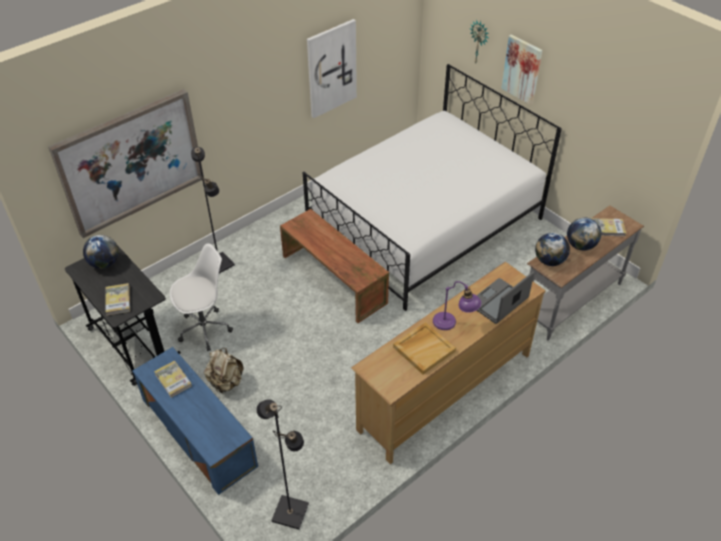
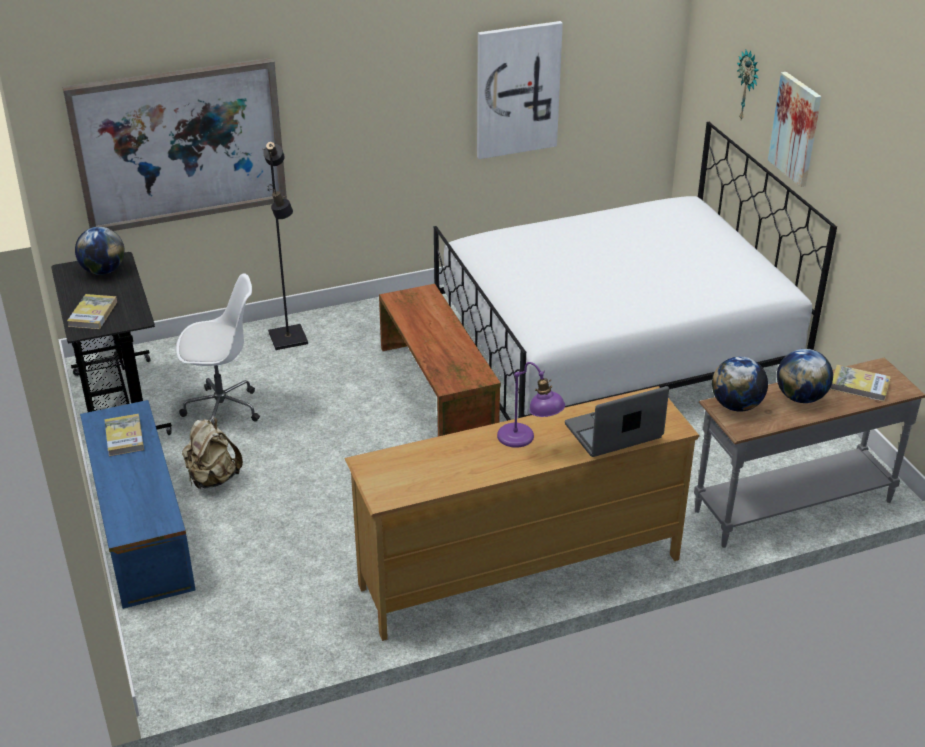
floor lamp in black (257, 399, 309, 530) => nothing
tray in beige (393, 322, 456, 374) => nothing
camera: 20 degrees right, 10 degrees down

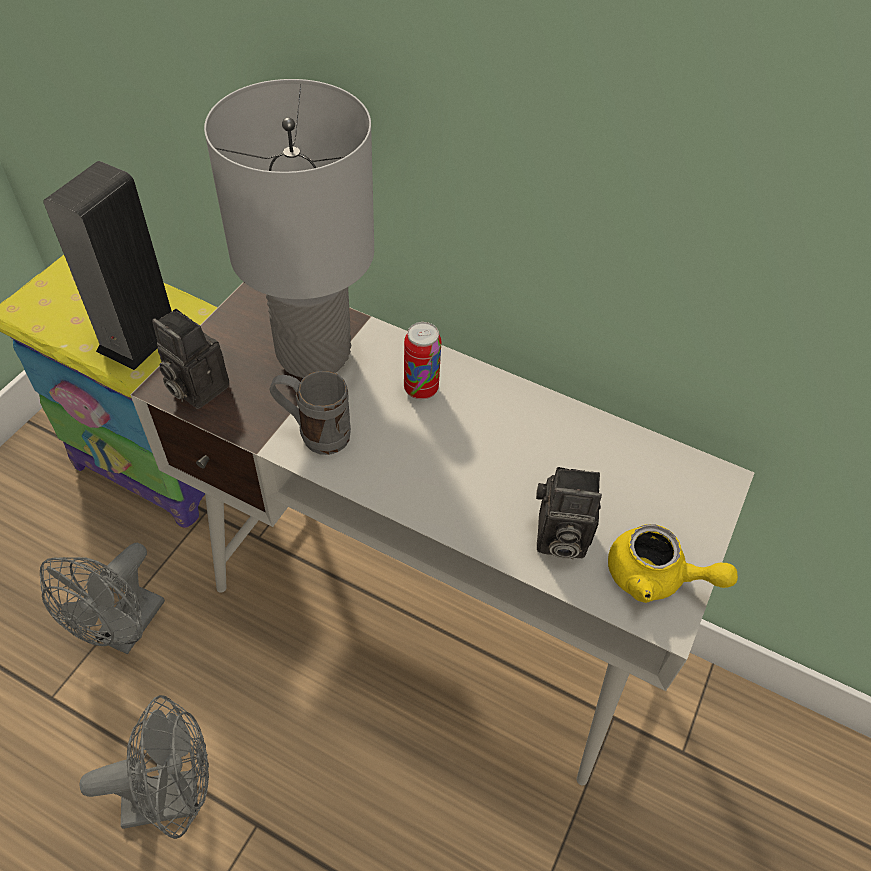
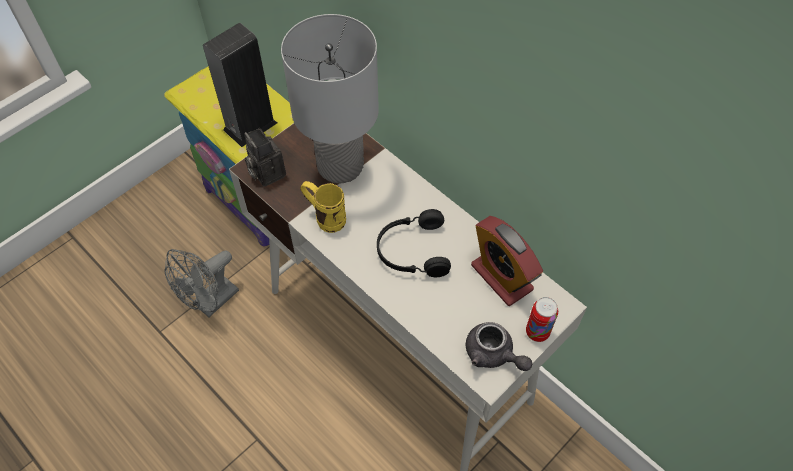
mug in grey (269, 371, 351, 455) => mug in yellow (300, 181, 346, 233)
nothing => headphones in black (377, 209, 451, 277)
teapot in yellow (608, 524, 738, 603) => teapot in grey (466, 322, 532, 371)
nothing => alarm clock (471, 216, 543, 306)
can (404, 322, 441, 399) => can (526, 297, 558, 342), move
fan in grey (79, 695, 209, 839) => nothing
photo camera (536, 467, 602, 560) => nothing
camera: 20 degrees right, 5 degrees up

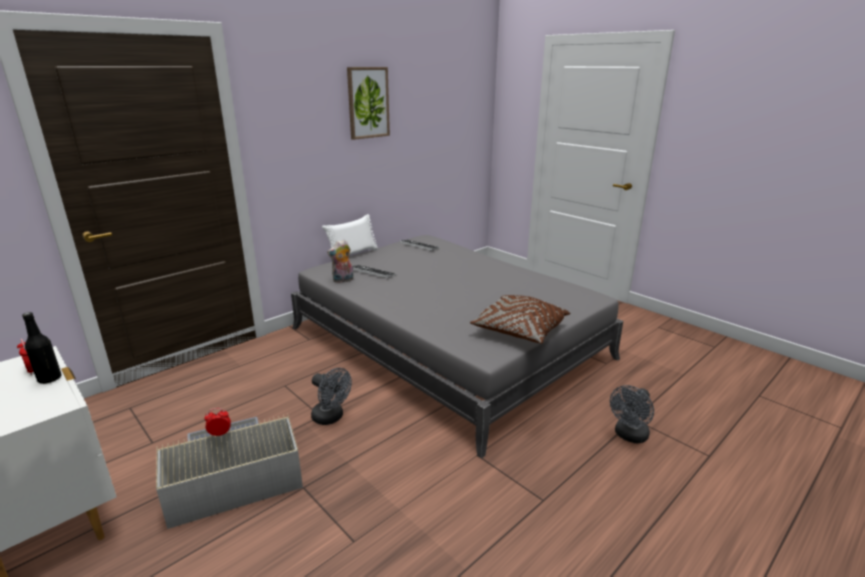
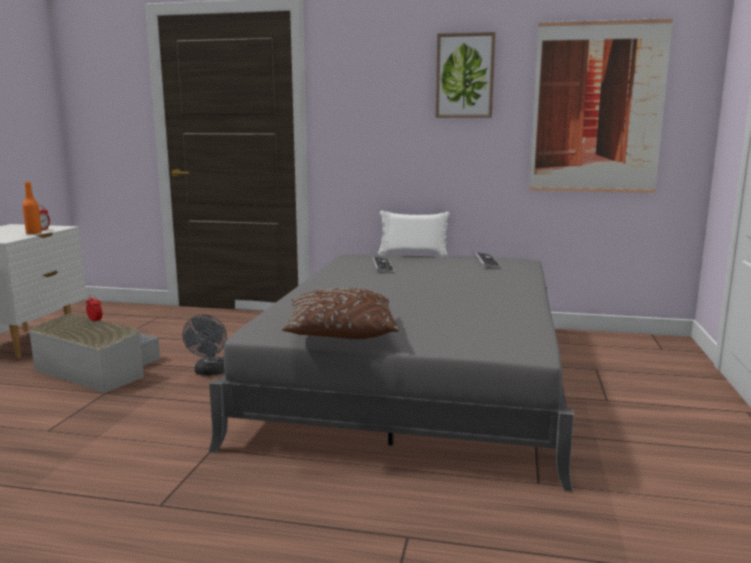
bottle in black (22, 312, 62, 384) => bottle in orange (22, 182, 42, 234)
nothing => picture (529, 18, 673, 193)
plush toy (327, 240, 354, 283) => nothing
fan in grey (610, 385, 654, 443) => nothing
camera: 55 degrees right, 10 degrees down

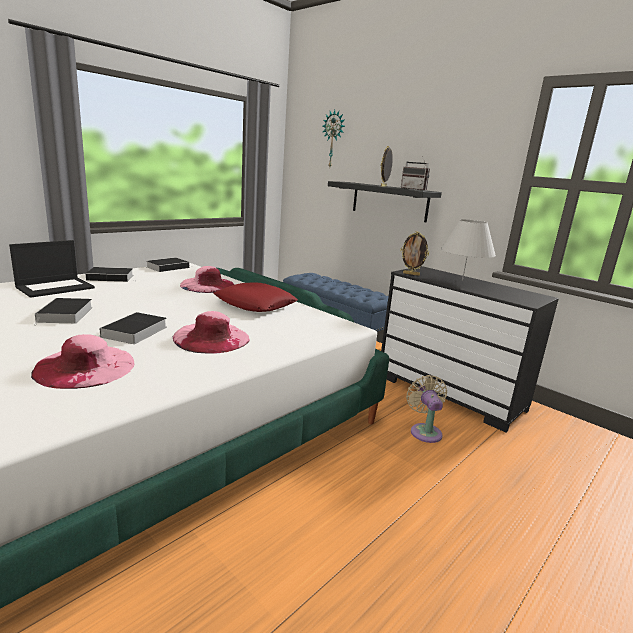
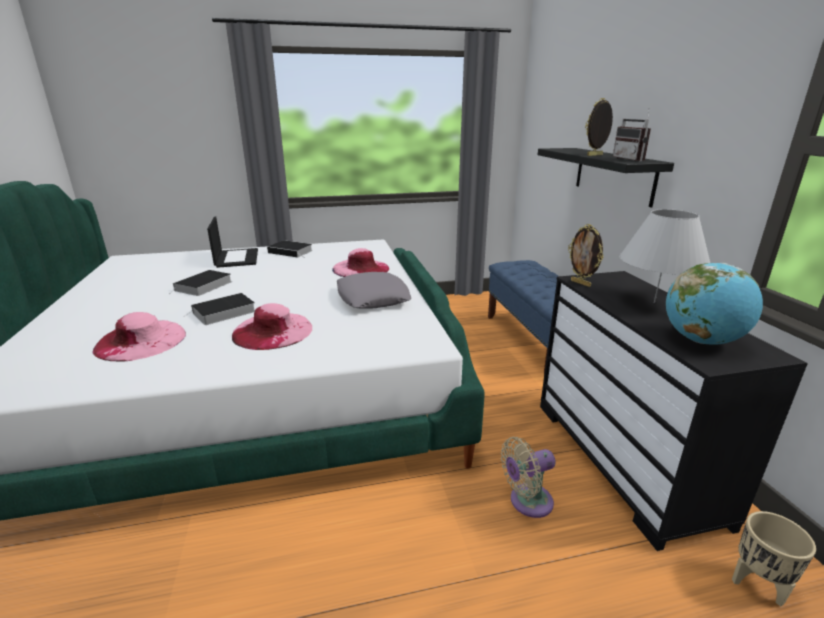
laptop (9, 240, 95, 298) => laptop (207, 217, 258, 268), 90 degrees counterclockwise
pillow in red (214, 282, 298, 312) => pillow in grey (337, 272, 411, 309)
fan in beige (406, 375, 447, 443) => fan in beige (501, 437, 556, 518), 135 degrees counterclockwise
nothing => globe (666, 263, 763, 345)
nothing => planter in beige (732, 511, 816, 607)
book (147, 257, 194, 272) => nothing
wall clock (323, 110, 345, 167) => nothing
camera: 35 degrees right, 5 degrees up

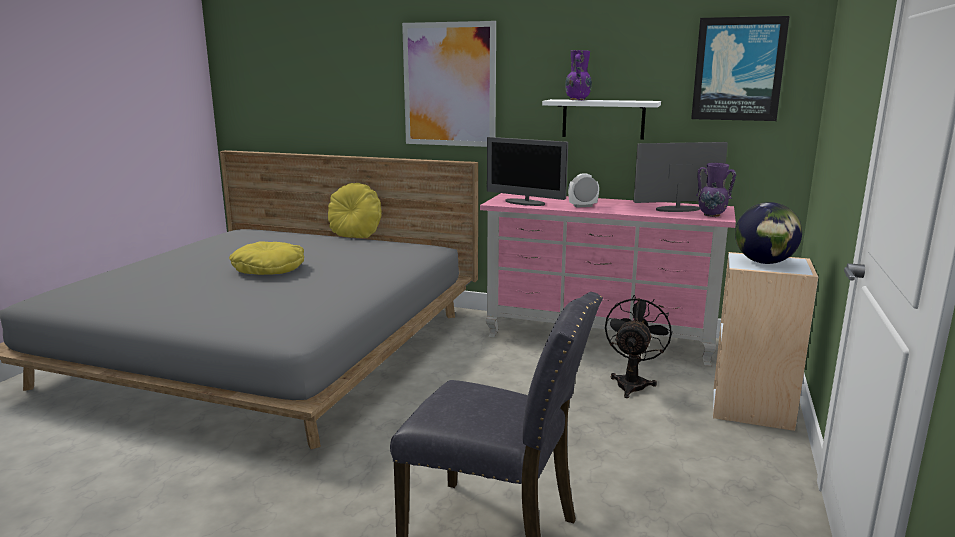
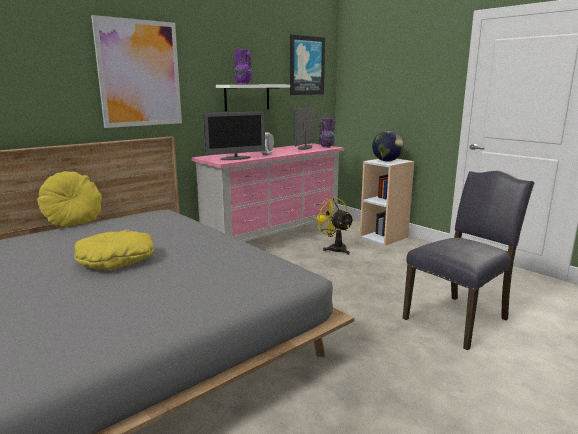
fan in black (605, 295, 673, 398) => fan in yellow (313, 197, 354, 255)
camera: 60 degrees left, 0 degrees up

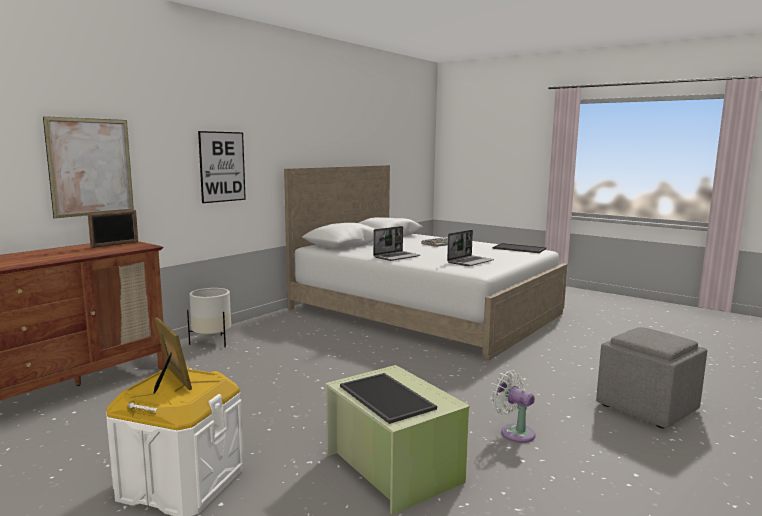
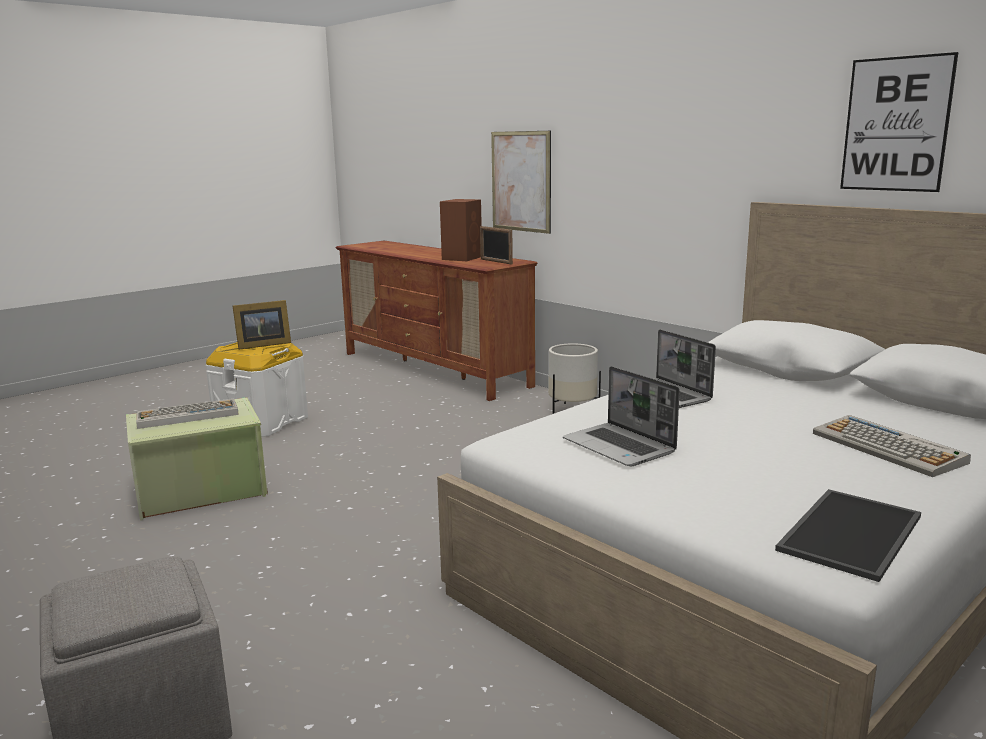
tray (340, 373, 437, 424) => keyboard (136, 399, 239, 429)
nothing => speaker in brown (440, 199, 482, 261)
picture (198, 131, 246, 203) => picture (840, 52, 958, 192), move
fan in white (492, 371, 536, 443) => nothing
camera: 100 degrees right, 5 degrees up

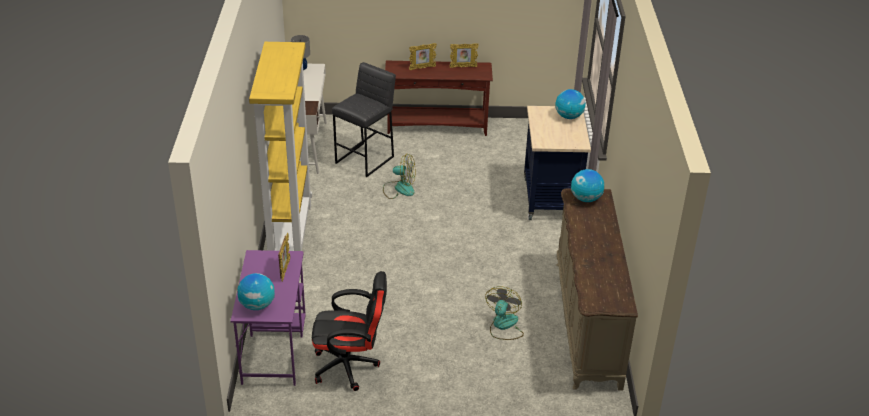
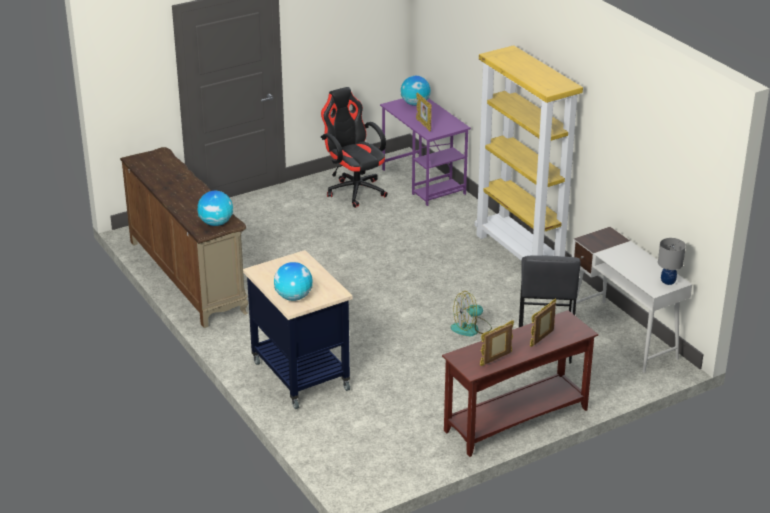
office chair in black (312, 271, 387, 391) => office chair in black (321, 87, 387, 208), 90 degrees clockwise
fan (485, 286, 524, 340) => nothing
camera: 150 degrees right, 5 degrees down

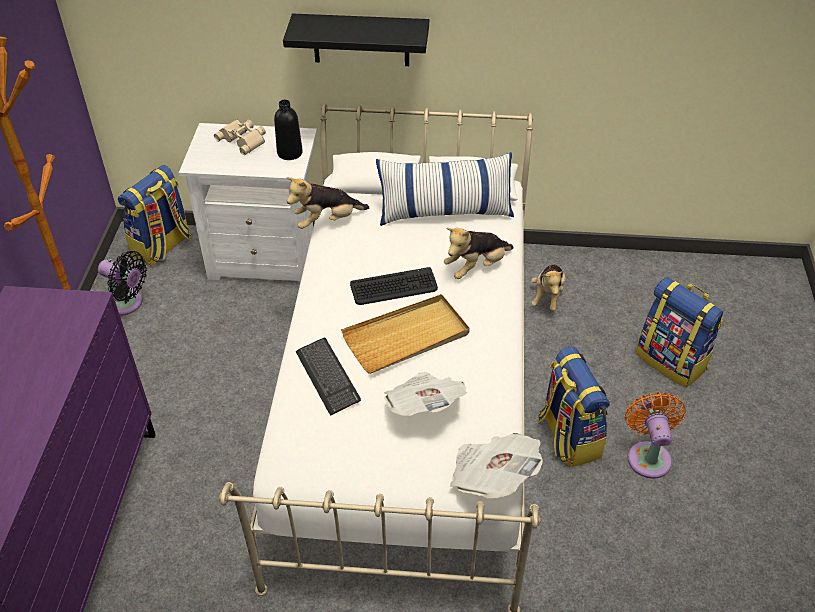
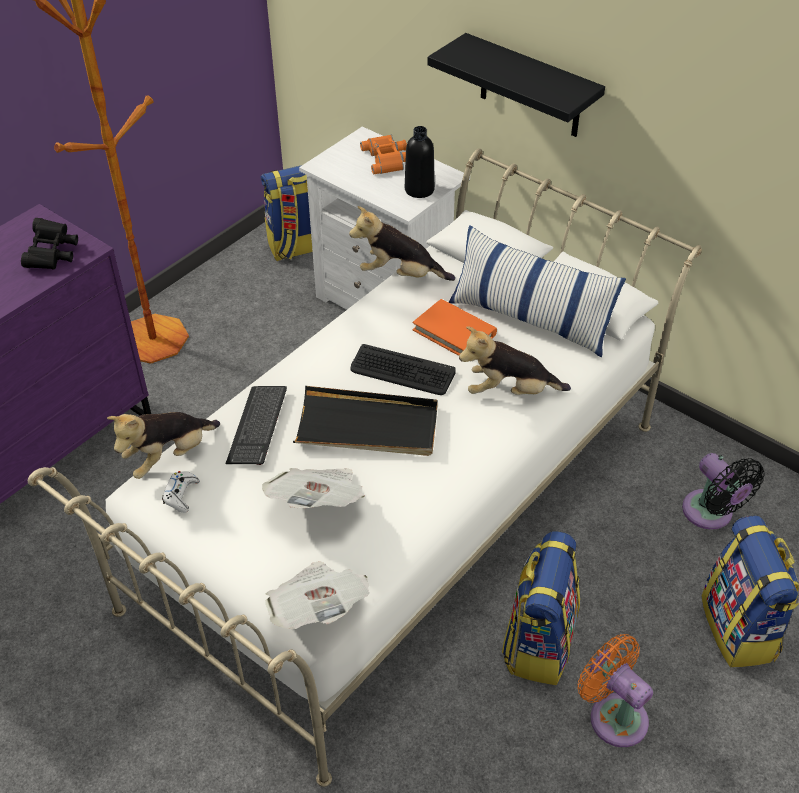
nothing => binoculars in black (21, 218, 78, 270)
plush toy (531, 265, 566, 311) => plush toy (107, 412, 220, 479), move
nothing => game controller in white (162, 471, 200, 513)
tray in beige (341, 294, 470, 374) => tray in black (293, 386, 438, 456)
binoculars in beige (214, 119, 266, 155) => binoculars in orange (360, 135, 407, 174)
nothing => book in orange (412, 299, 497, 356)
fan in orange (625, 392, 686, 479) => fan in orange (578, 634, 653, 747), 75 degrees counterclockwise
fan in black (98, 251, 147, 316) => fan in black (682, 453, 765, 530), move
camera: 35 degrees right, 0 degrees up

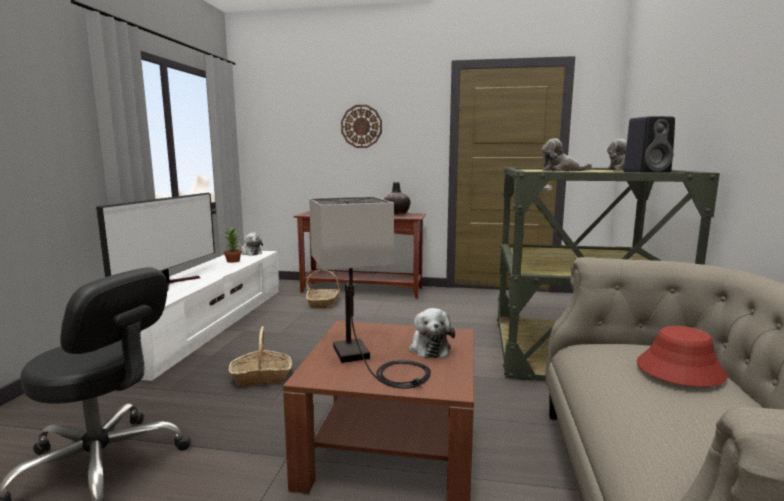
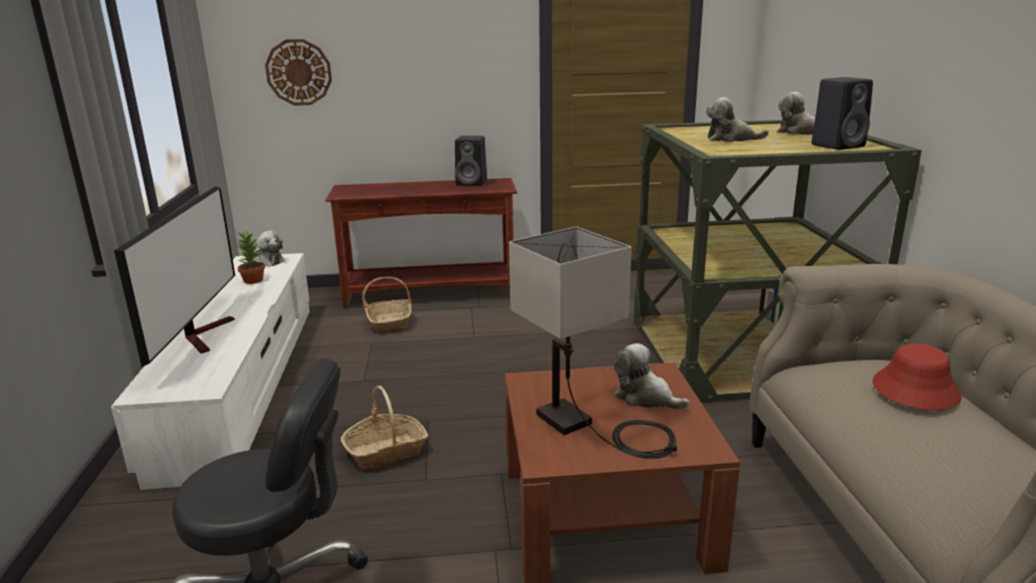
wall clock (341, 105, 382, 148) => wall clock (265, 39, 332, 106), move
vase (384, 182, 410, 215) => speaker in black (455, 136, 487, 186)
plush toy (409, 308, 455, 358) => plush toy (614, 343, 690, 410), 150 degrees clockwise
camera: 15 degrees left, 10 degrees up

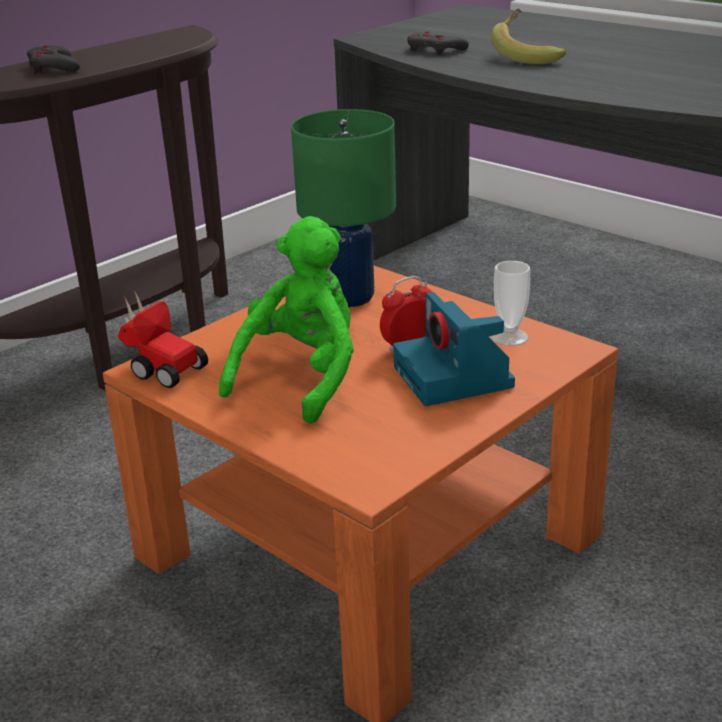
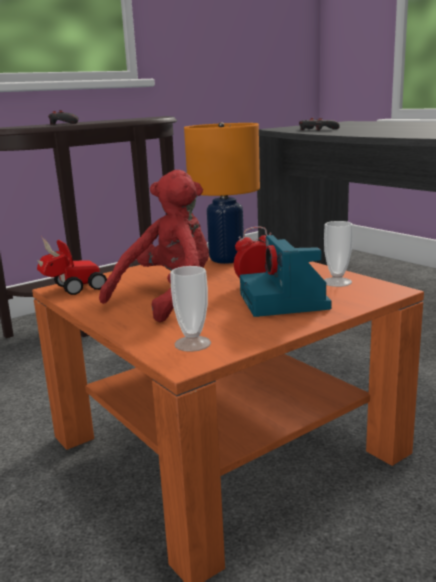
toy car (118, 290, 208, 388) => toy car (37, 236, 107, 295), 75 degrees counterclockwise
plush toy in green (219, 216, 354, 424) => plush toy in red (99, 170, 209, 323)
nothing => cup (170, 266, 211, 352)
table lamp in green (291, 109, 396, 307) => table lamp in orange (184, 122, 260, 264)
banana (491, 9, 566, 64) => nothing
camera: 10 degrees right, 10 degrees down

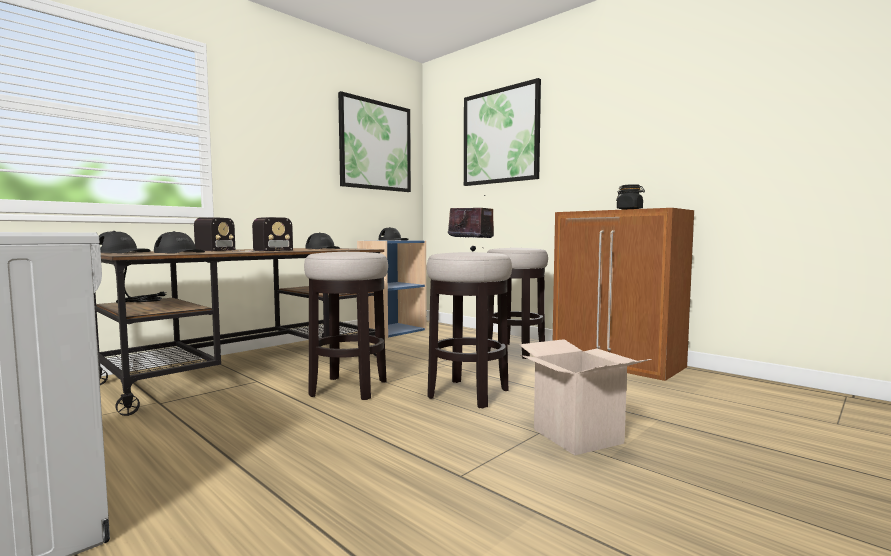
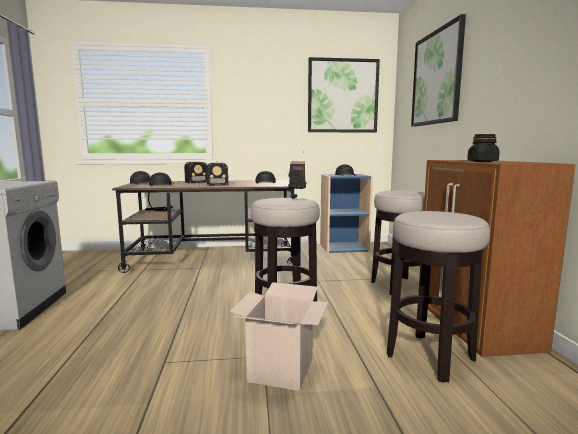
stool (304, 252, 388, 400) => stool (387, 211, 490, 383), move
camera: 40 degrees right, 5 degrees up

